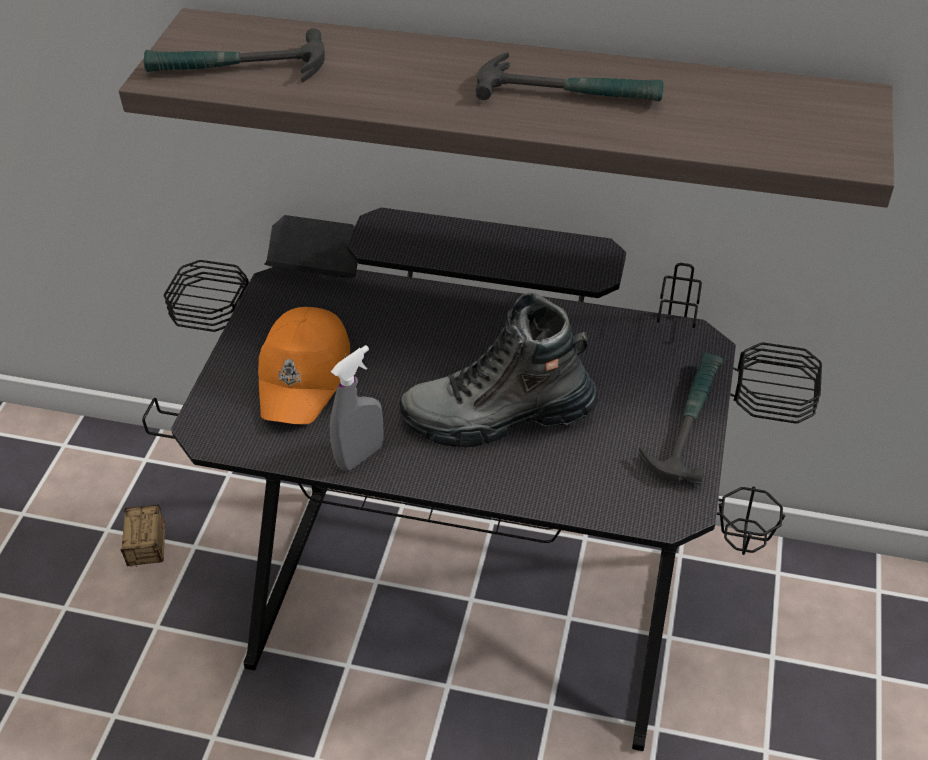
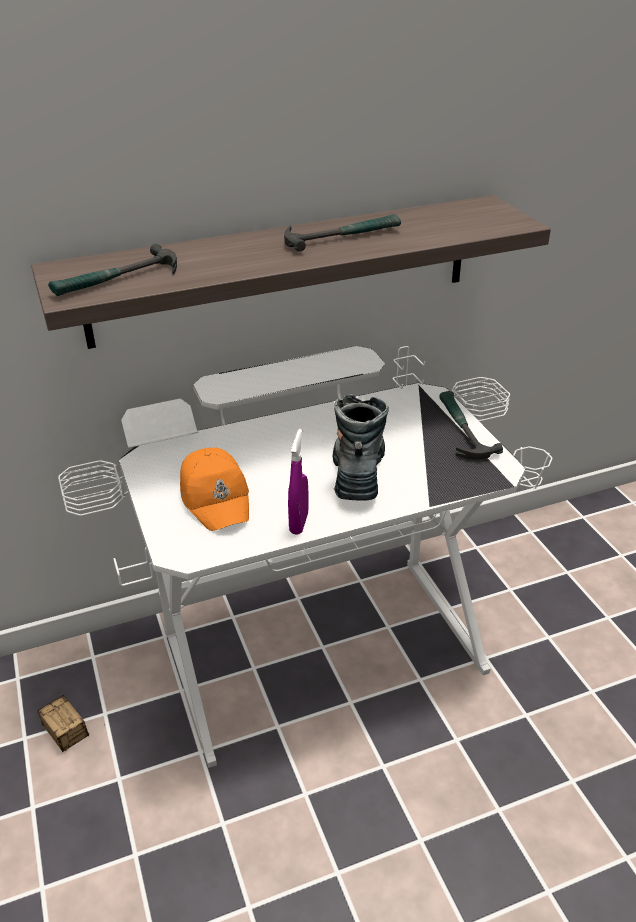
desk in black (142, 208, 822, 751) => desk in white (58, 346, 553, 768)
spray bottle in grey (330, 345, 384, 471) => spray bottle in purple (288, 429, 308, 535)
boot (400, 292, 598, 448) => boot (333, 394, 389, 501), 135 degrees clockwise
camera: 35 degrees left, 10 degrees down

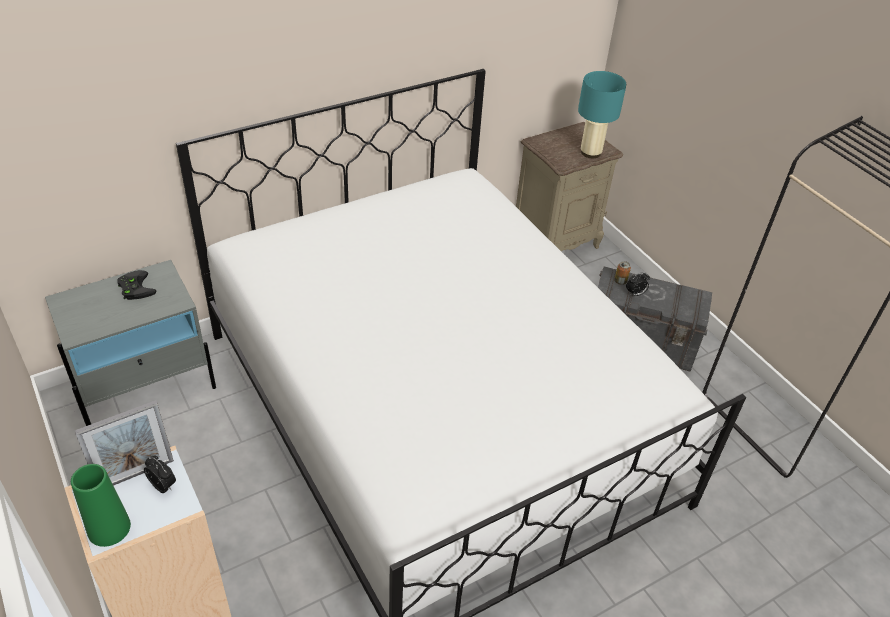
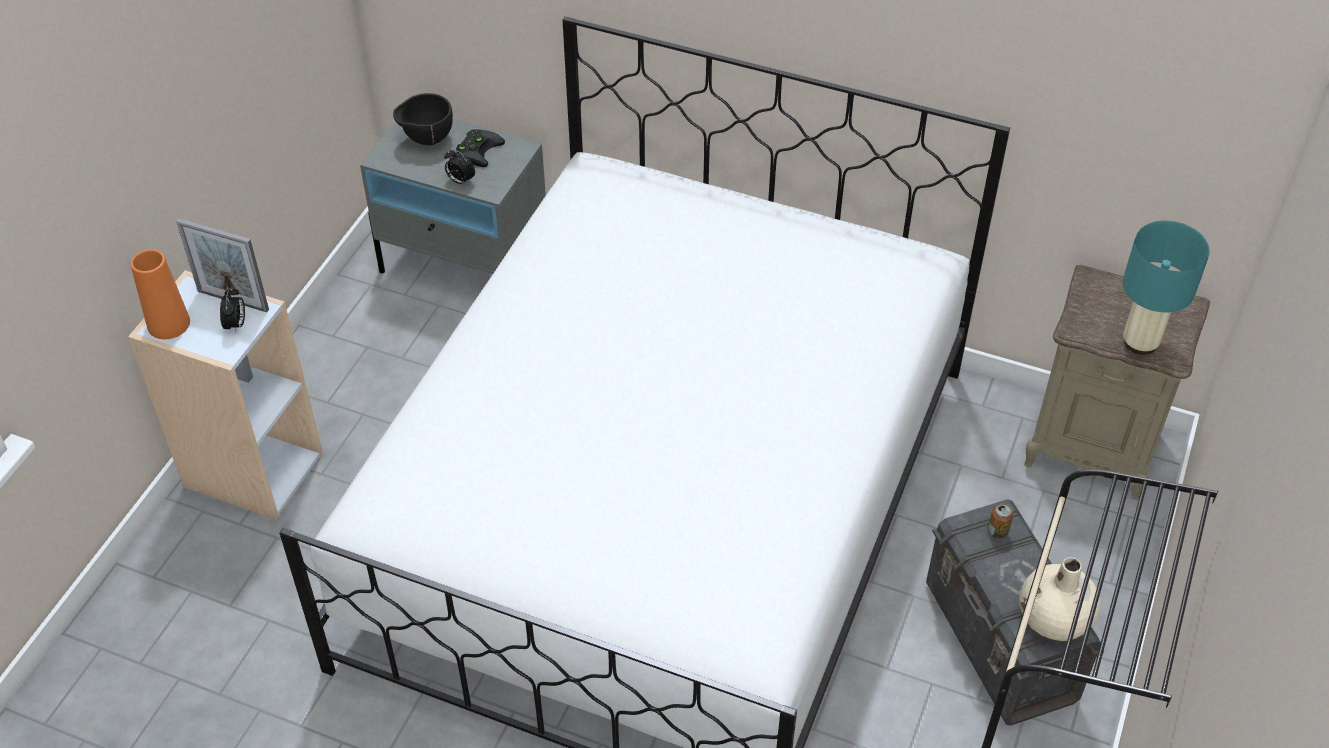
vase in green (71, 464, 131, 547) => vase in orange (130, 249, 190, 339)
nothing => bowl in black (393, 93, 453, 145)
alarm clock (626, 272, 650, 296) => alarm clock (444, 149, 475, 185), move
nothing => vase in beige (1019, 557, 1100, 641)
camera: 55 degrees right, 5 degrees up

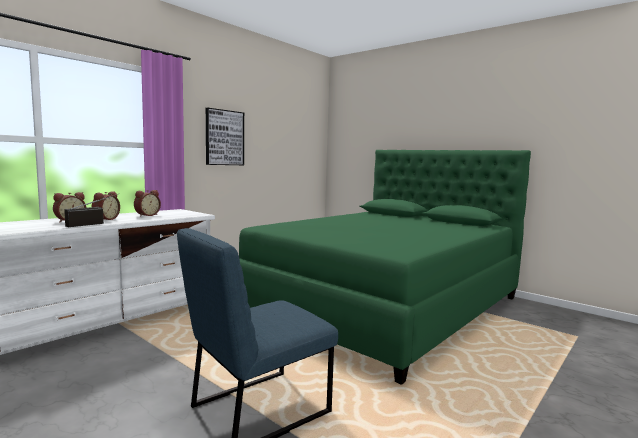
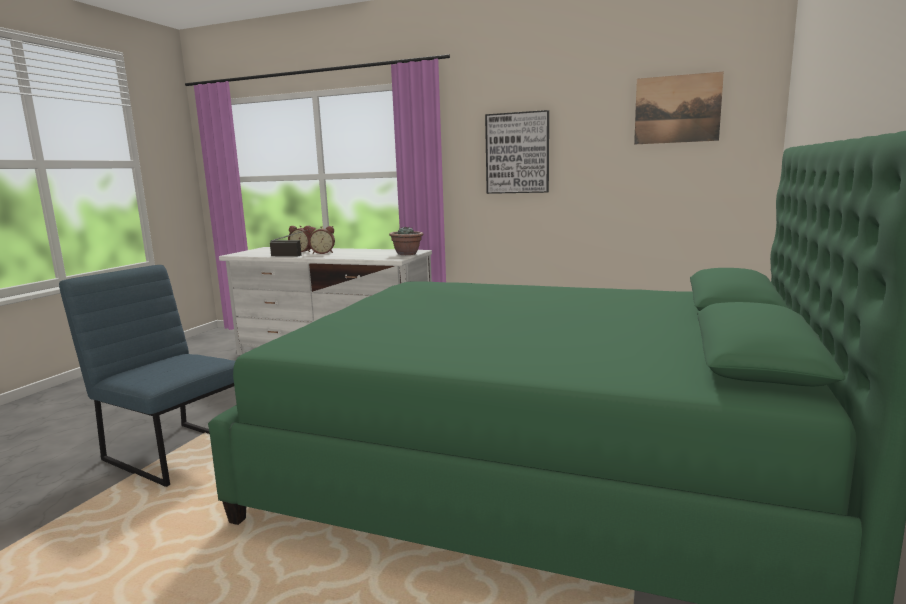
nothing => potted plant (389, 226, 424, 255)
nothing => picture (634, 71, 724, 144)
alarm clock (134, 190, 161, 217) => nothing
camera: 70 degrees right, 5 degrees up

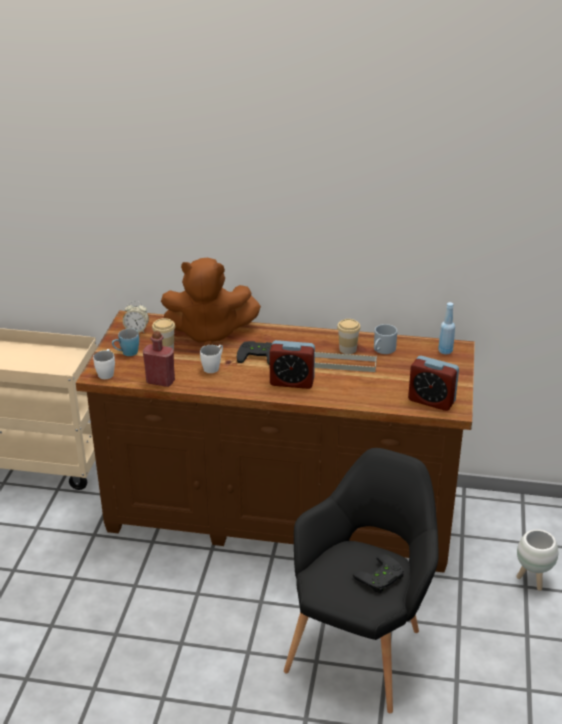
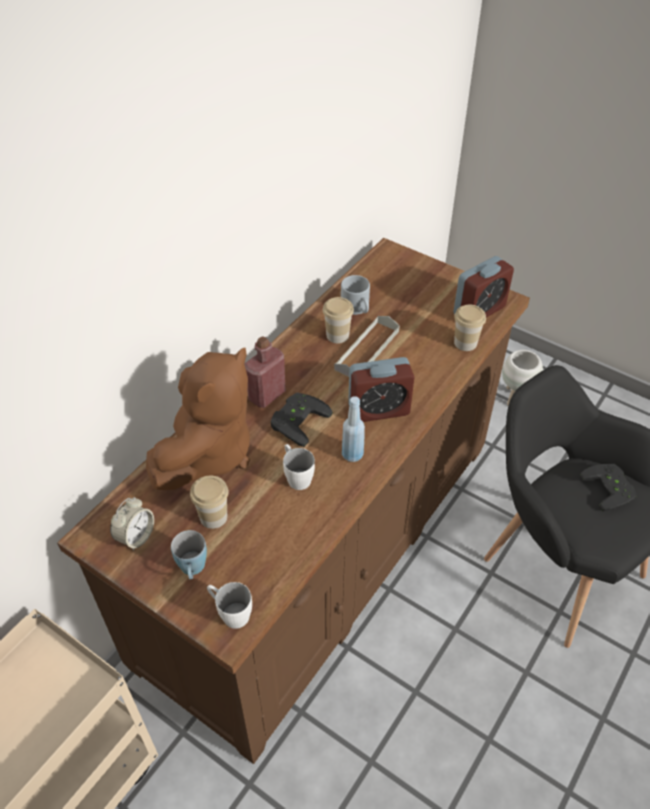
bottle in red (143, 331, 175, 387) => bottle in red (244, 336, 286, 408), move
bottle in blue (438, 302, 455, 355) => bottle in blue (342, 396, 365, 462), move
alarm clock (269, 340, 315, 389) => alarm clock (348, 357, 414, 422), 45 degrees clockwise
nothing => cup (454, 305, 486, 351)
camera: 65 degrees left, 15 degrees up

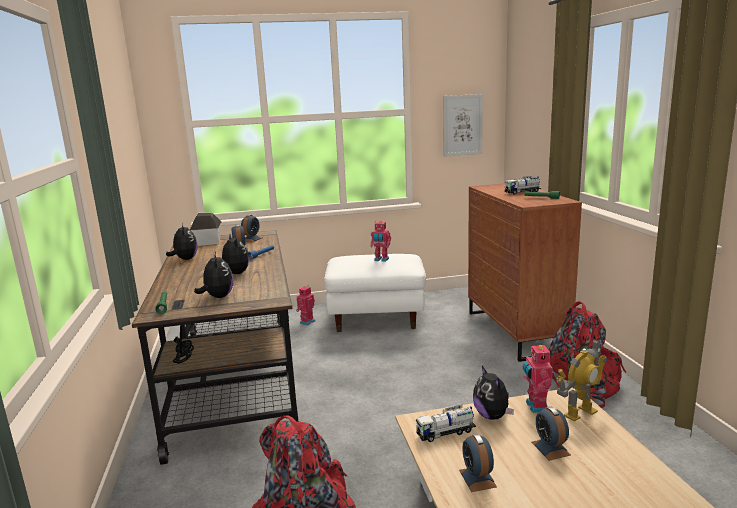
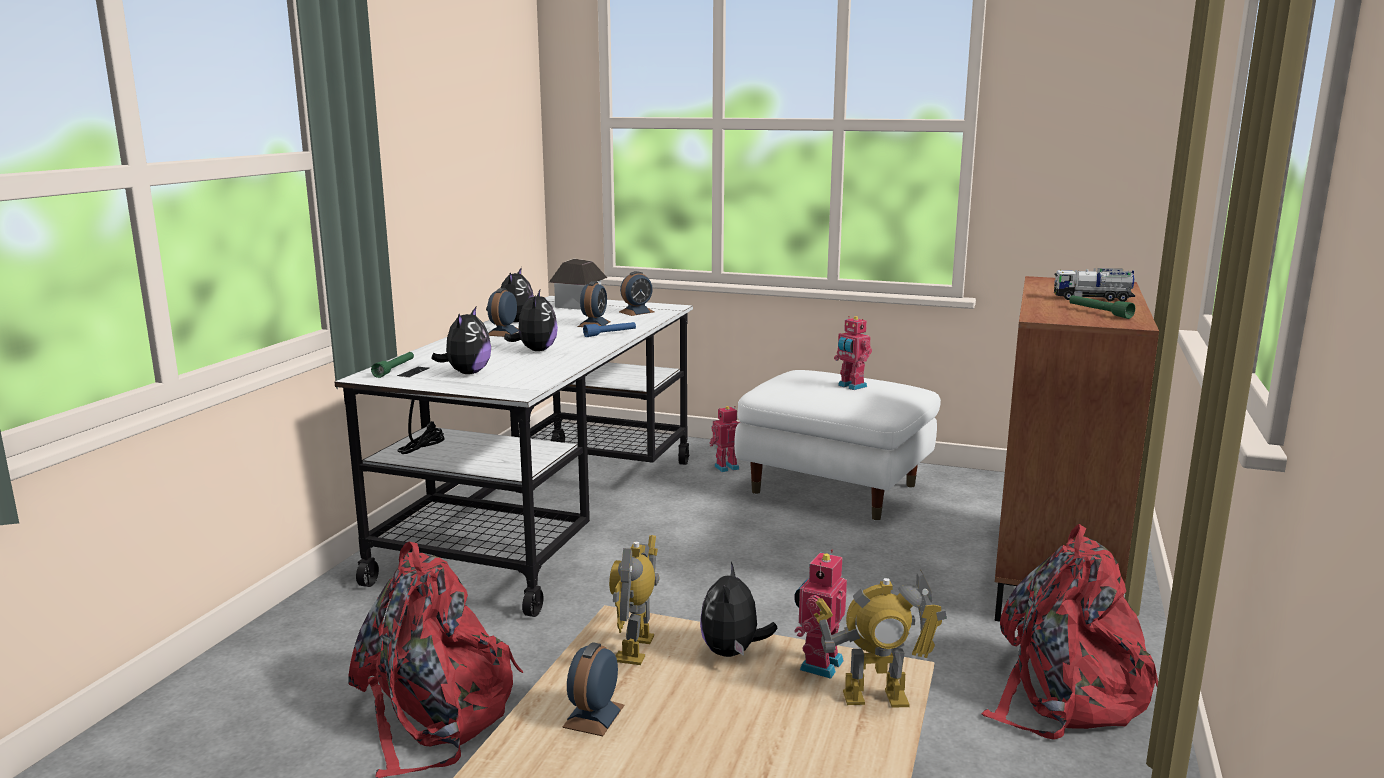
desk in brown (132, 230, 299, 465) => desk in white (335, 296, 693, 617)
alarm clock (532, 407, 571, 461) => alarm clock (487, 288, 519, 337), move
toy truck (415, 404, 476, 442) => toy robot (609, 535, 659, 665)
picture (443, 94, 483, 157) => nothing
camera: 30 degrees right, 0 degrees up

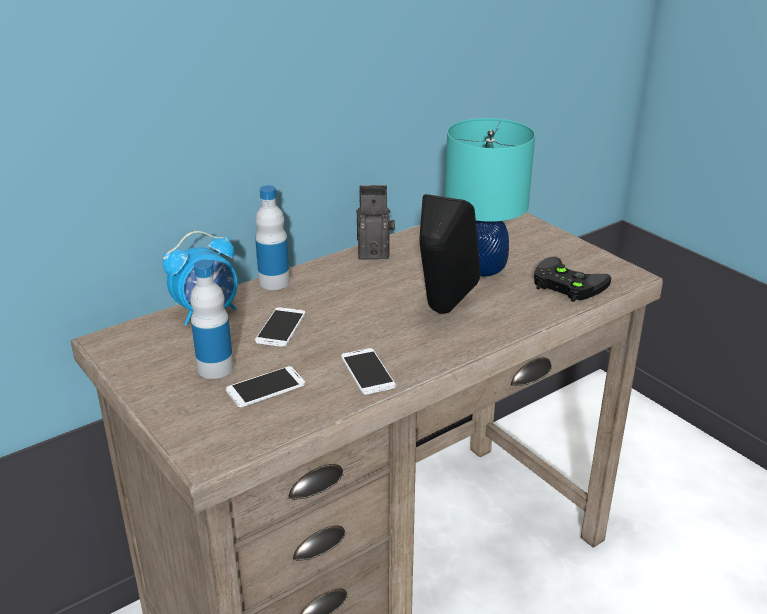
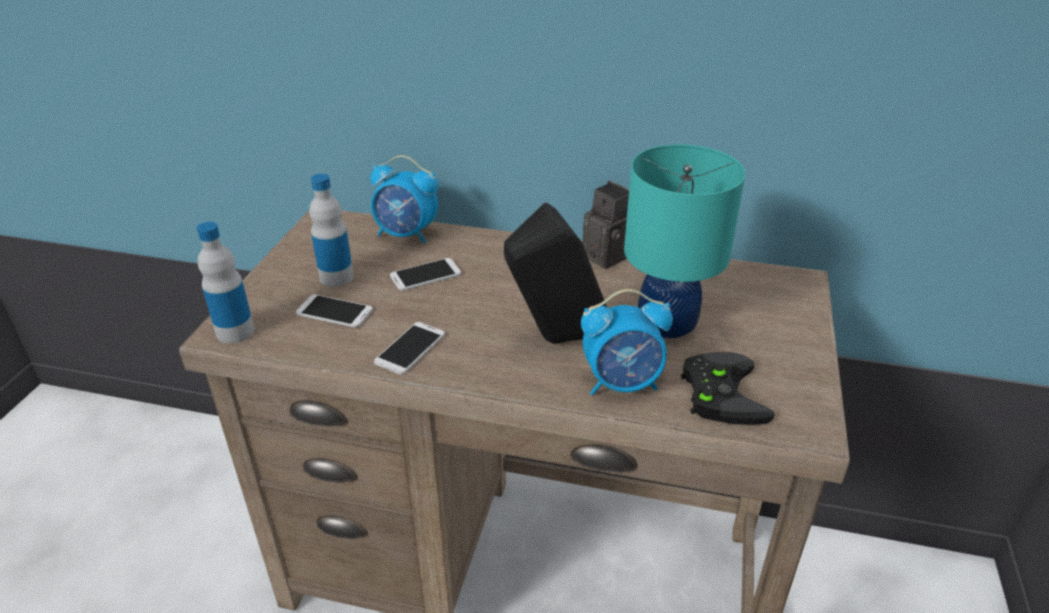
bottle (255, 185, 290, 290) => bottle (196, 222, 255, 343), move
nothing => alarm clock (581, 289, 673, 395)
camera: 50 degrees right, 5 degrees up

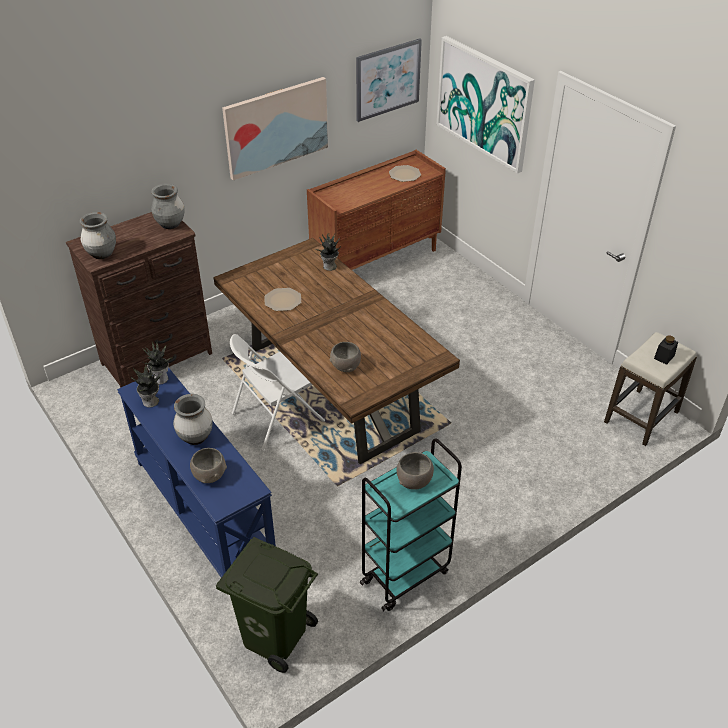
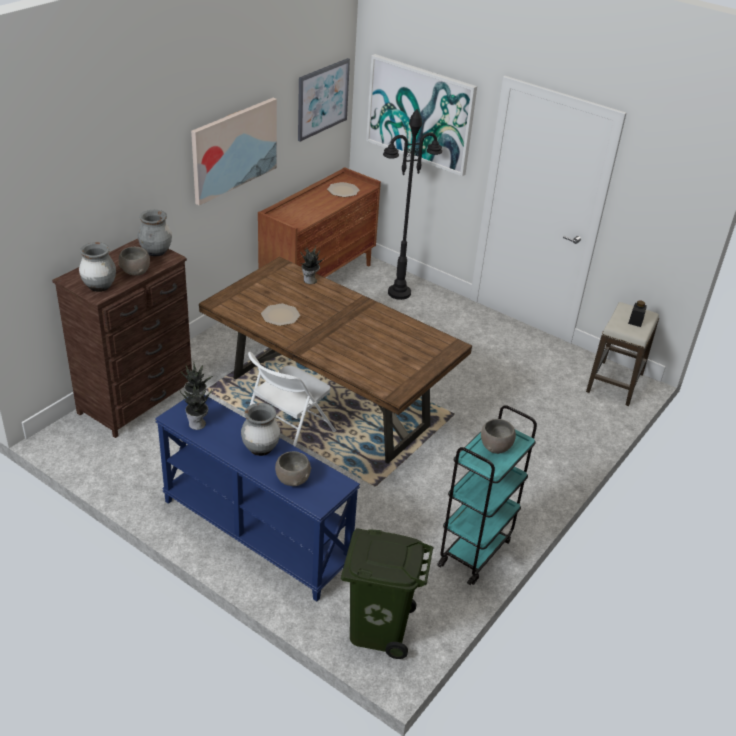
bowl in grey (329, 342, 361, 372) => bowl in grey (119, 247, 150, 276), move
nothing => floor lamp in black (383, 109, 442, 300)
camera: 20 degrees left, 5 degrees down

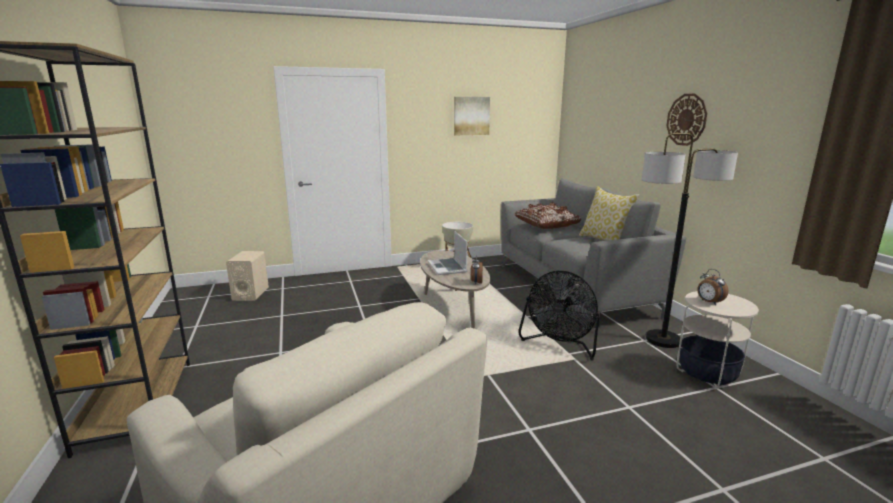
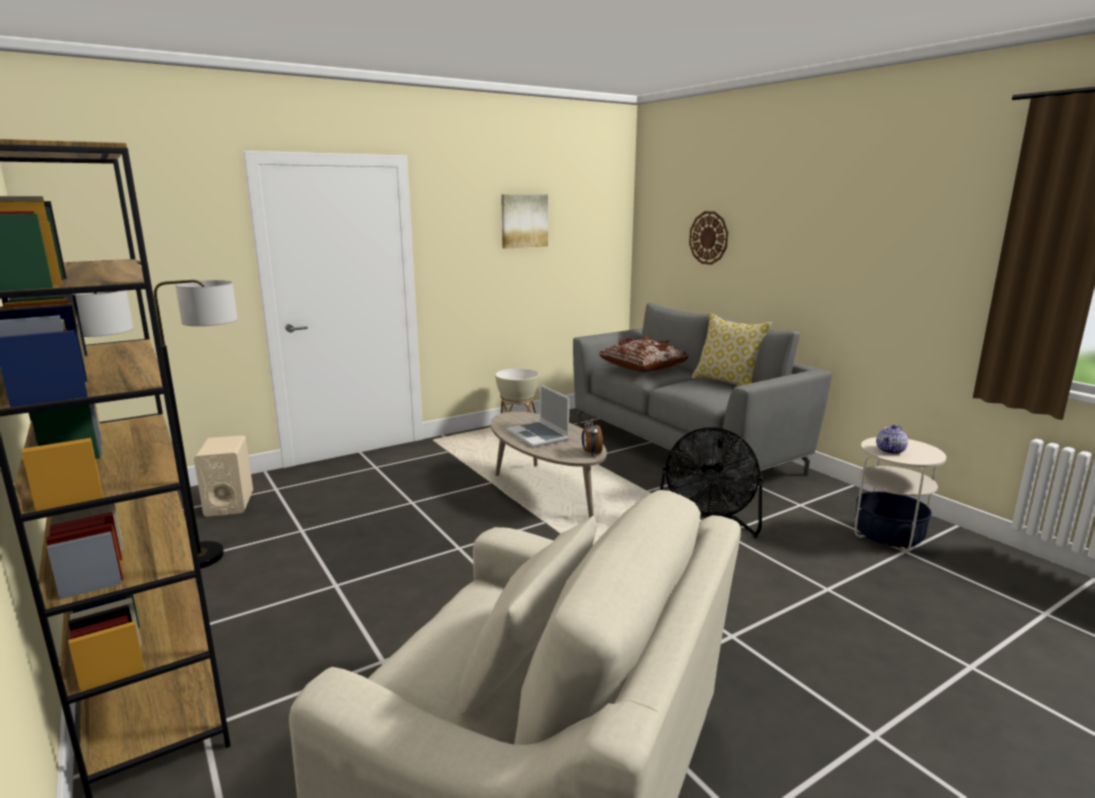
floor lamp (642, 133, 738, 348) => floor lamp (72, 260, 238, 569), move
wall clock (666, 94, 707, 146) => wall clock (689, 211, 728, 265), move
alarm clock (697, 269, 728, 305) => teapot (876, 425, 908, 454)
camera: 15 degrees left, 0 degrees up

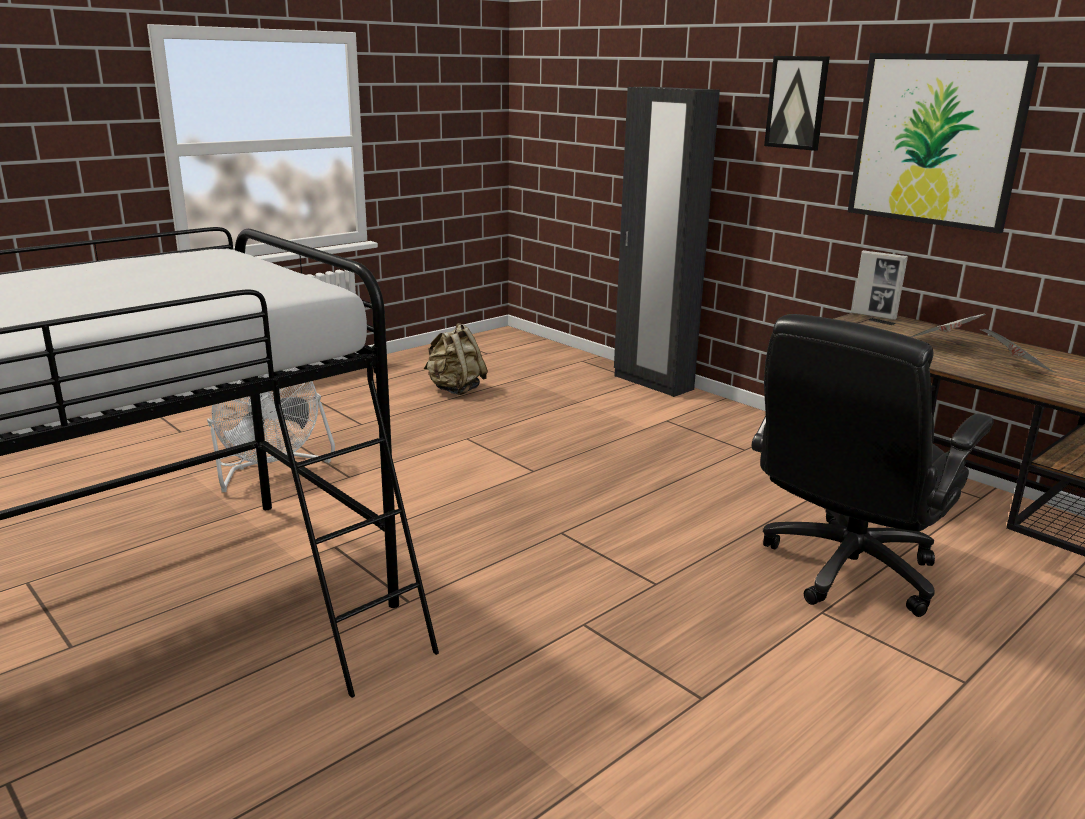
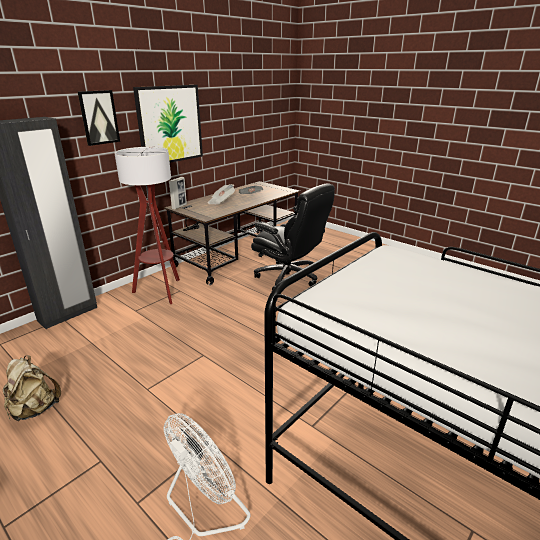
nothing => floor lamp (115, 147, 180, 304)
camera: 95 degrees left, 5 degrees up

